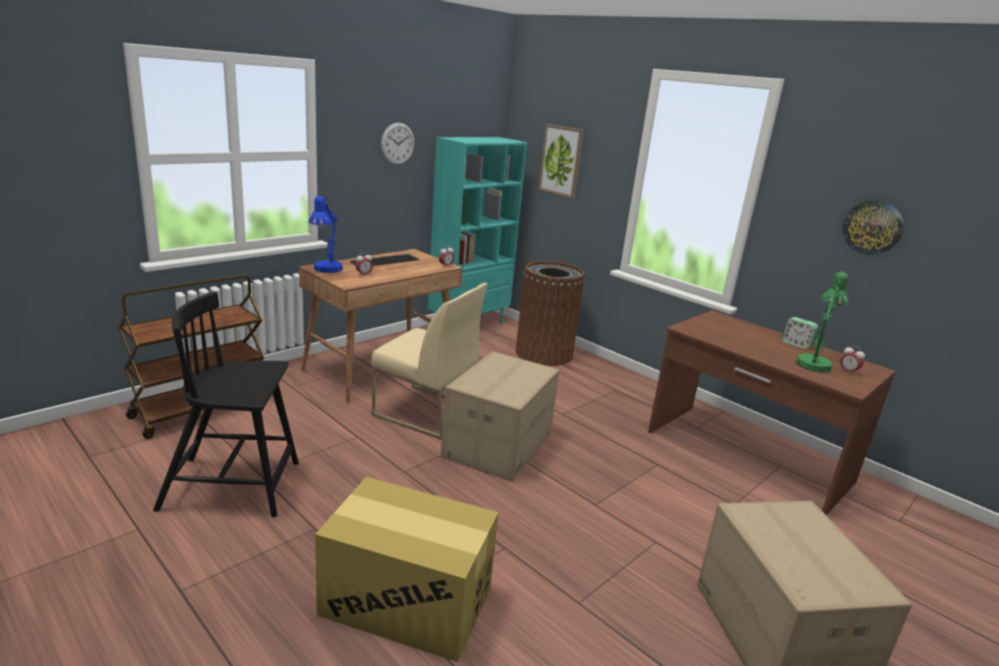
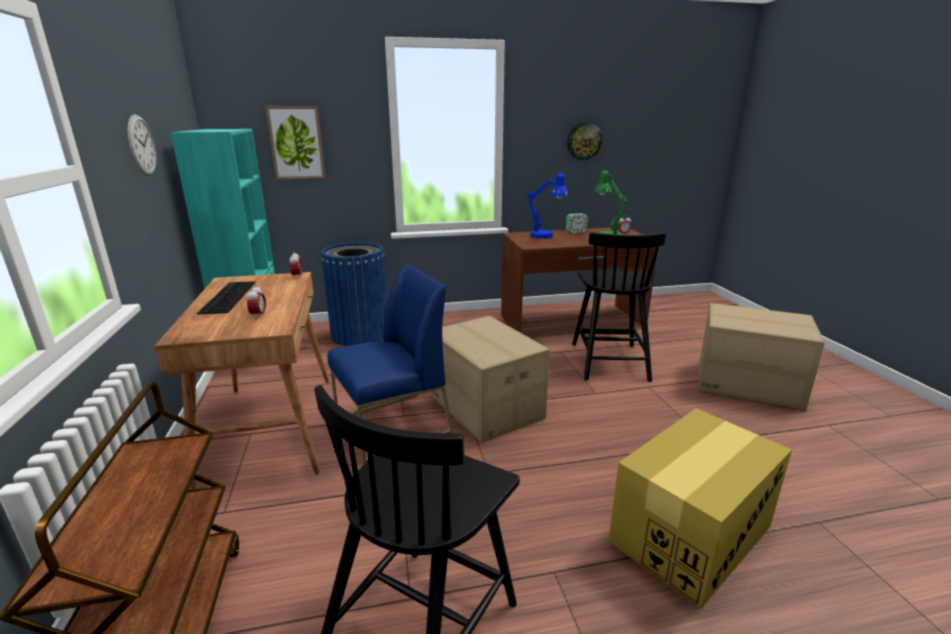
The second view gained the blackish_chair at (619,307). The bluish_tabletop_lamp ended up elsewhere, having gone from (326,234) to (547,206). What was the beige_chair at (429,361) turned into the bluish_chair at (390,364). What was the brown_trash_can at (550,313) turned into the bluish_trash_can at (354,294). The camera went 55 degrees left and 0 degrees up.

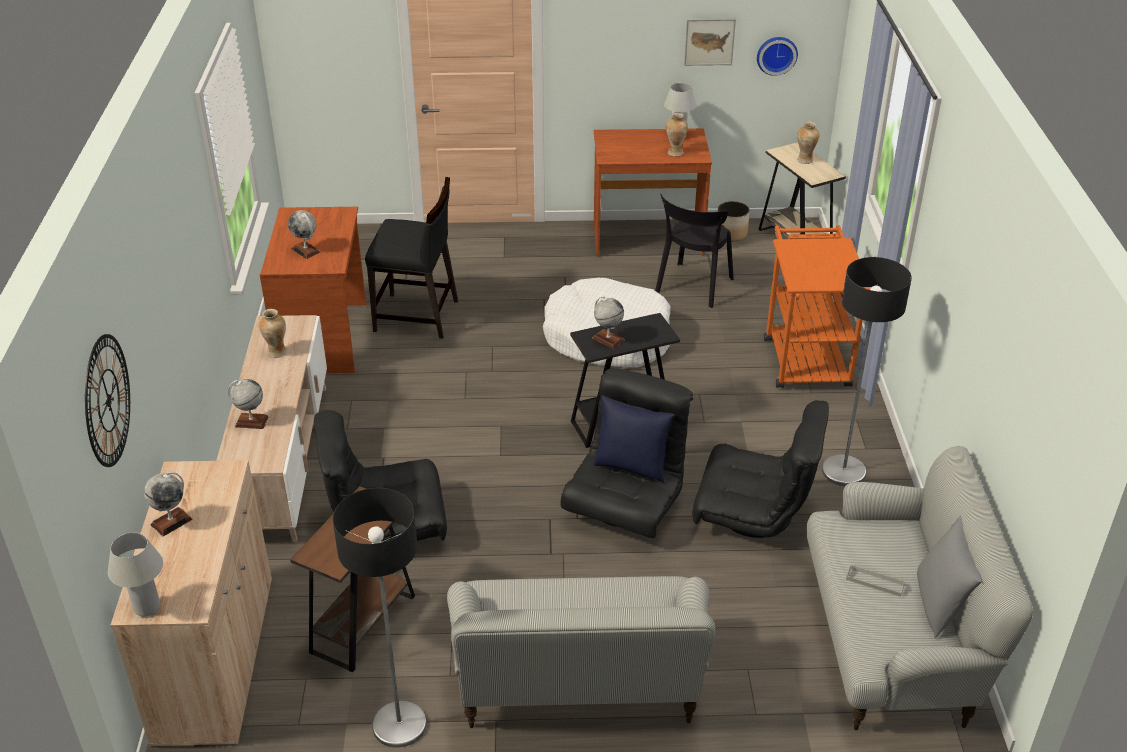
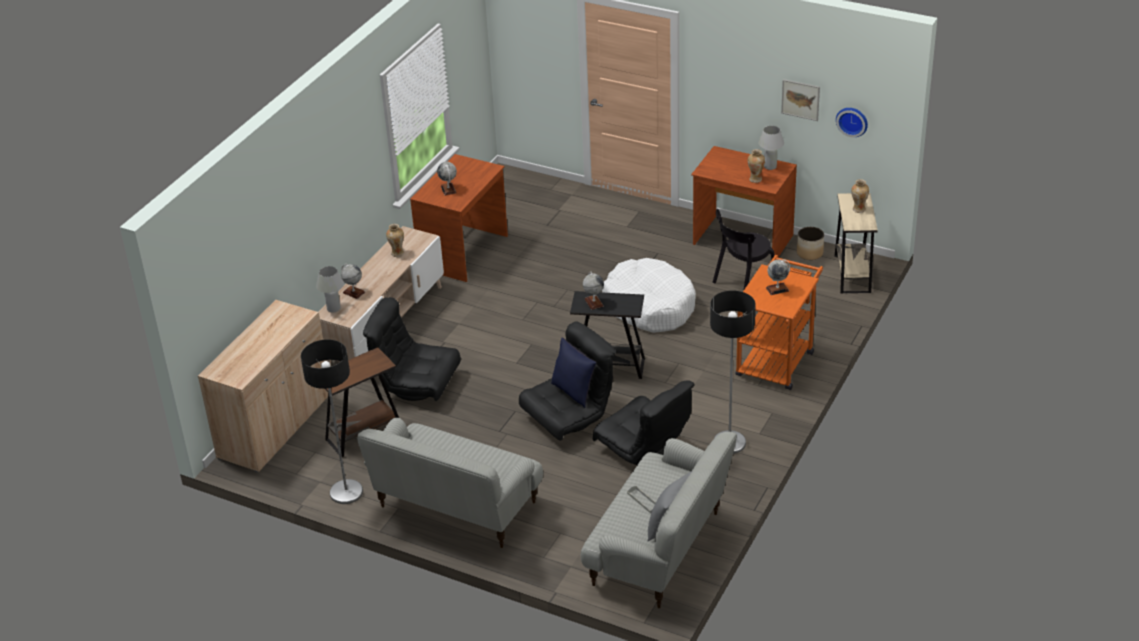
The second view lost the clock_on_the_wall at (107,400). The second view lost the blackish_chair at (411,258). The whitish_tabletop_lamp ended up elsewhere, having gone from (135,574) to (330,289). The desk_globe ended up elsewhere, having gone from (168,504) to (778,277). The camera went 30 degrees right and 0 degrees up.

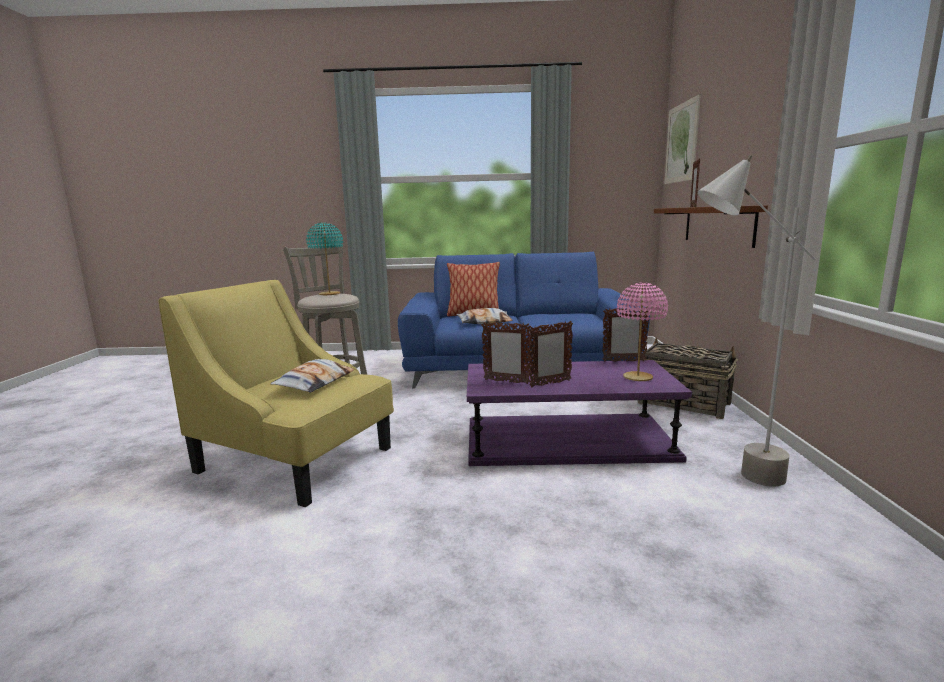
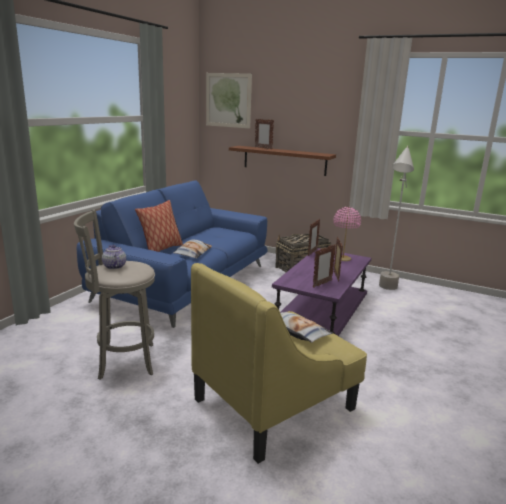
Where the turquoise_tabletop_lamp stood at (324,258), the pot_for_tea came to stand at (114,257). The camera went 65 degrees left and 5 degrees up.

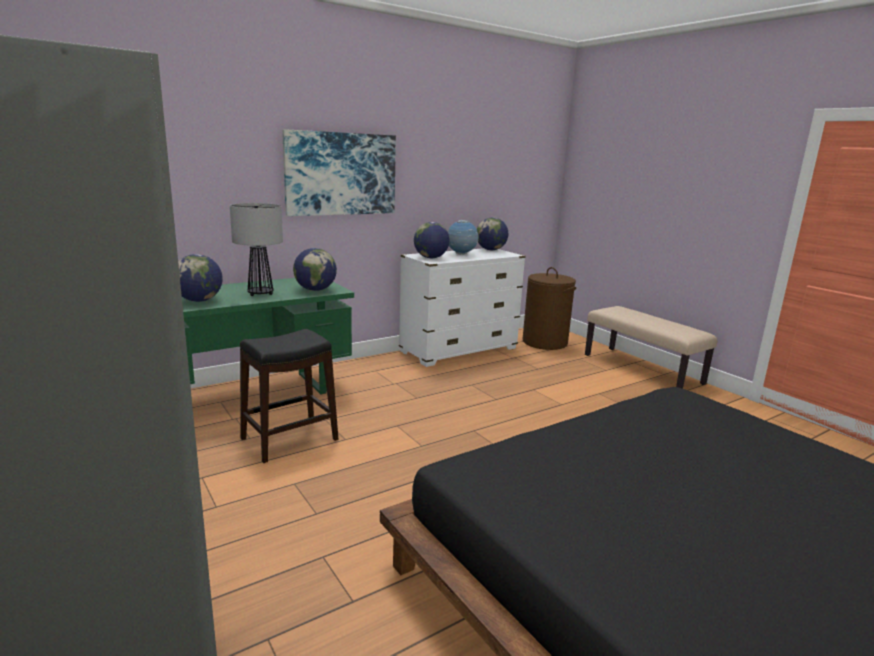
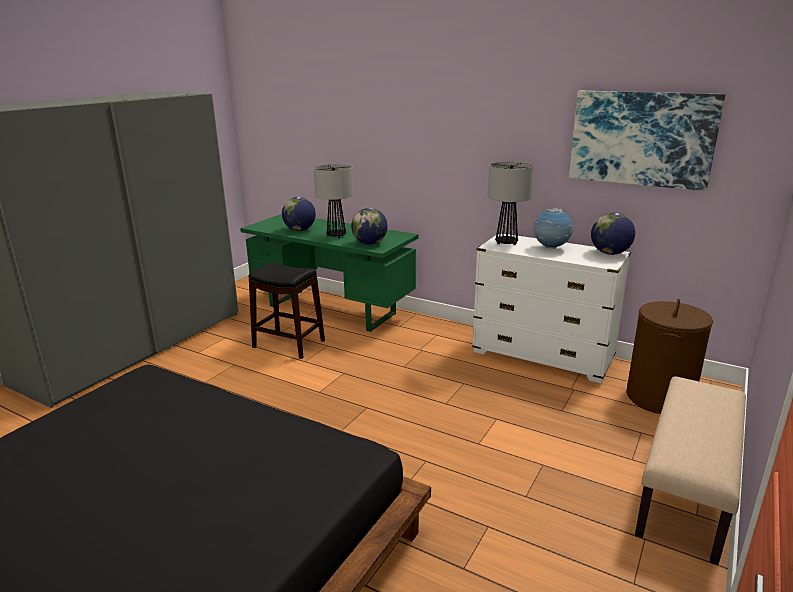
The wall_picture ended up elsewhere, having gone from (339,172) to (647,141). Where the desk_globe stood at (432,240), the tabletop_lamp came to stand at (511,203). The camera went 65 degrees right and 5 degrees up.

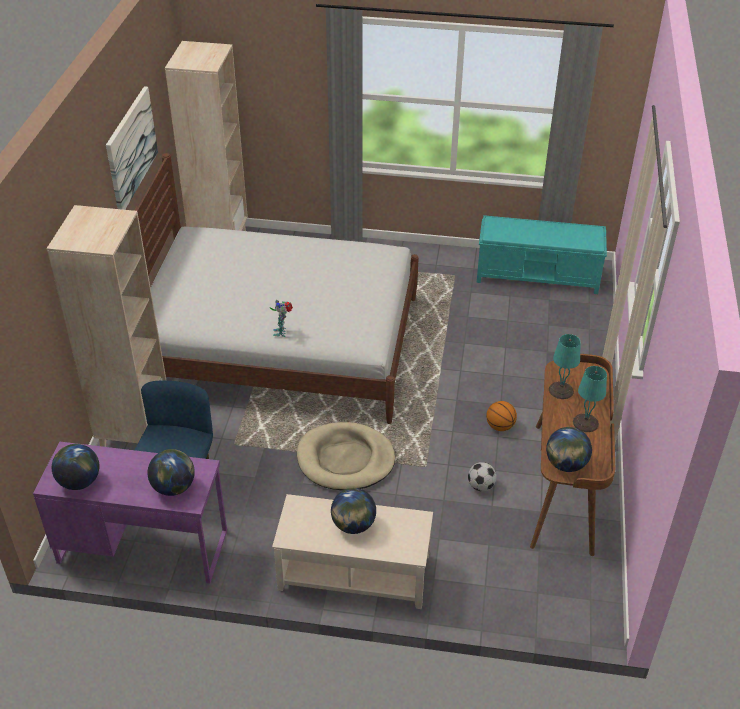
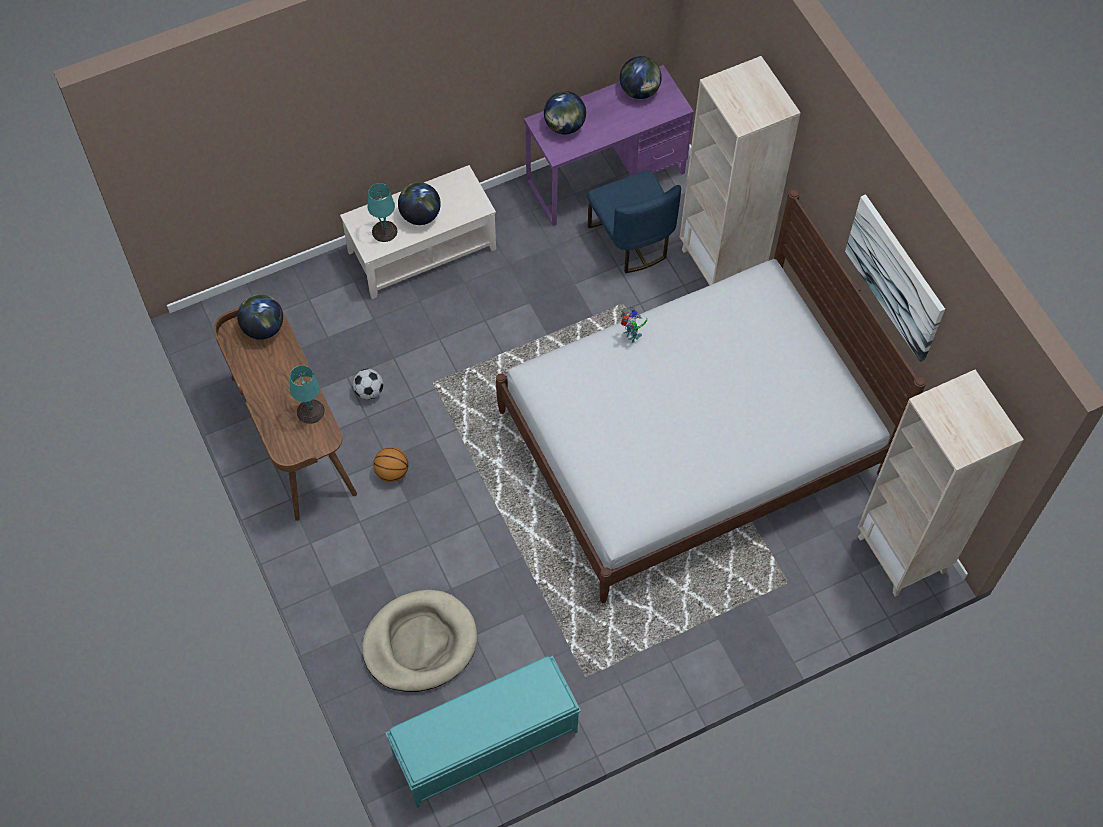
The beige_pet_bed ended up elsewhere, having gone from (346,456) to (419,641). The turquoise_tabletop_lamp ended up elsewhere, having gone from (590,399) to (383,212). The camera went 145 degrees right and 20 degrees up.

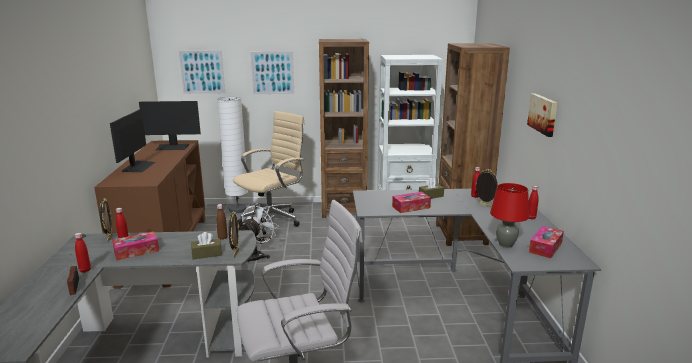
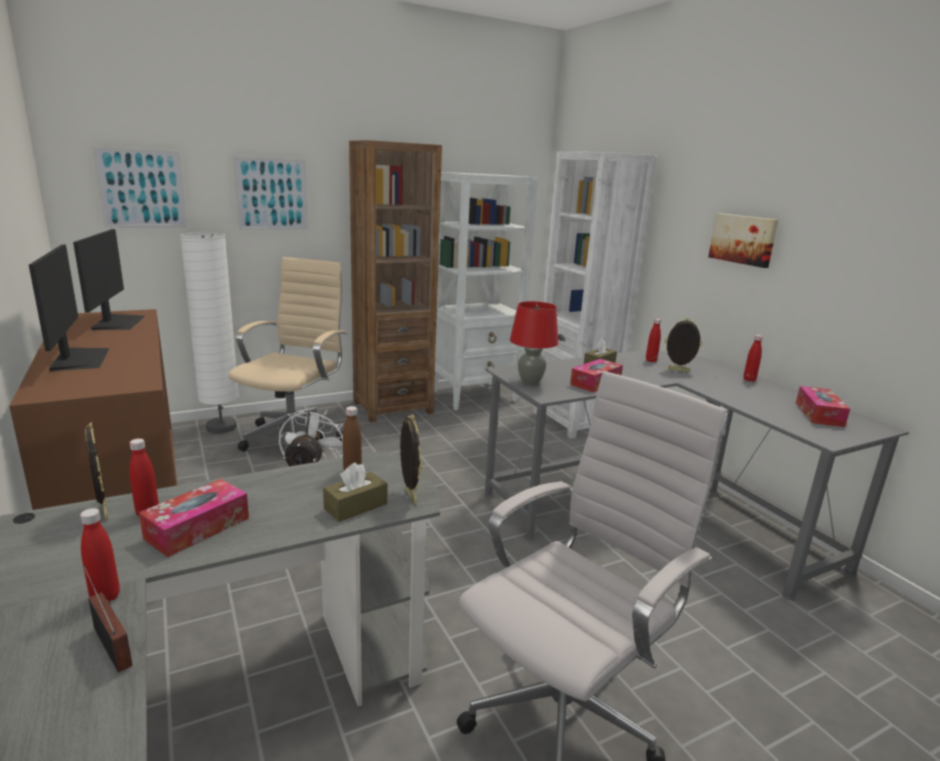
The reddish_tabletop_lamp ended up elsewhere, having gone from (509,215) to (534,343). What was the brown_shelving_unit at (473,144) turned into the whitish_shelving_unit at (594,295). The computer_display at (170,125) ended up facing another way, 75 degrees counterclockwise from before. The camera went 25 degrees left and 0 degrees up.

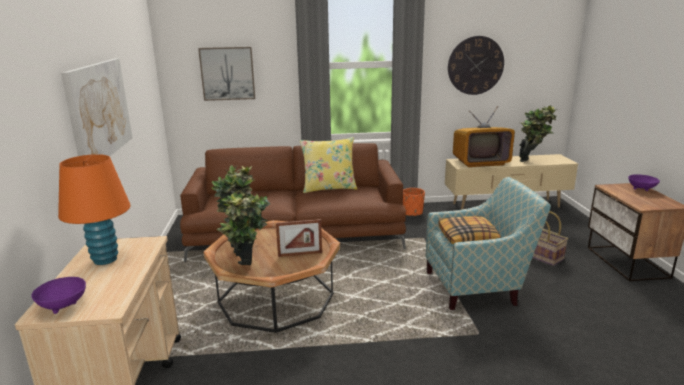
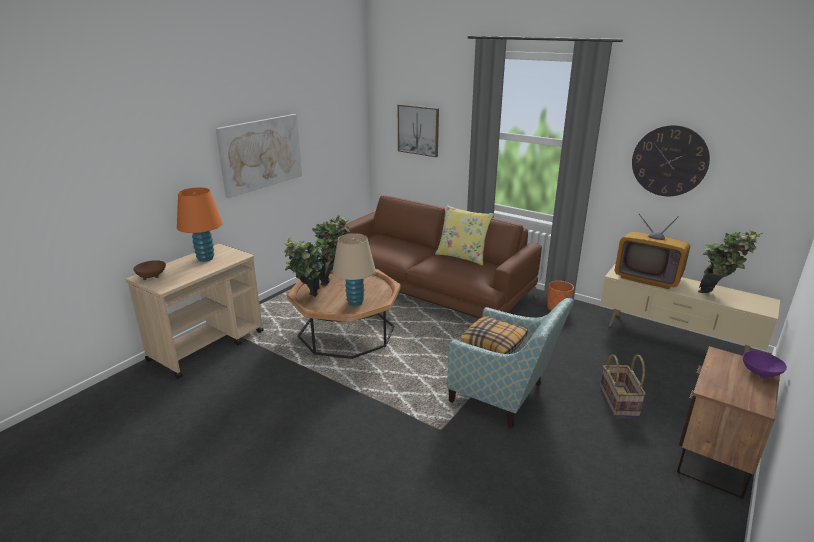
Where the standing_frame stood at (299,238), the beige_tabletop_lamp came to stand at (354,269). What was the purple_bowl at (59,295) turned into the brown_bowl at (149,270). The camera went 40 degrees right and 5 degrees up.

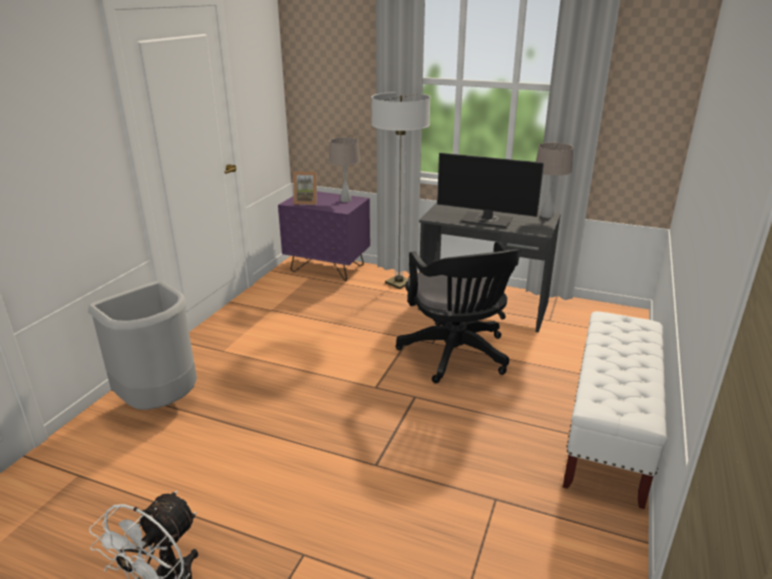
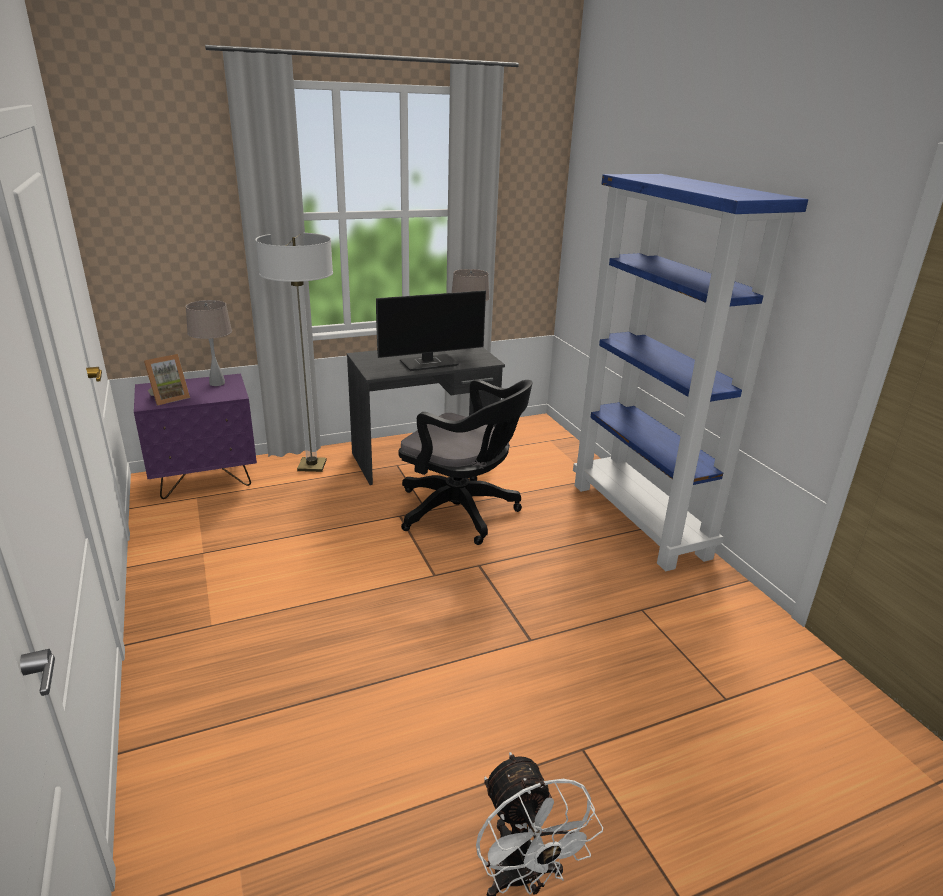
The second view lost the grey_trash_can at (142,345). Where the whitish_bench stood at (615,410), the bluish_shelving_unit came to stand at (690,372). The camera went 45 degrees left and 0 degrees up.

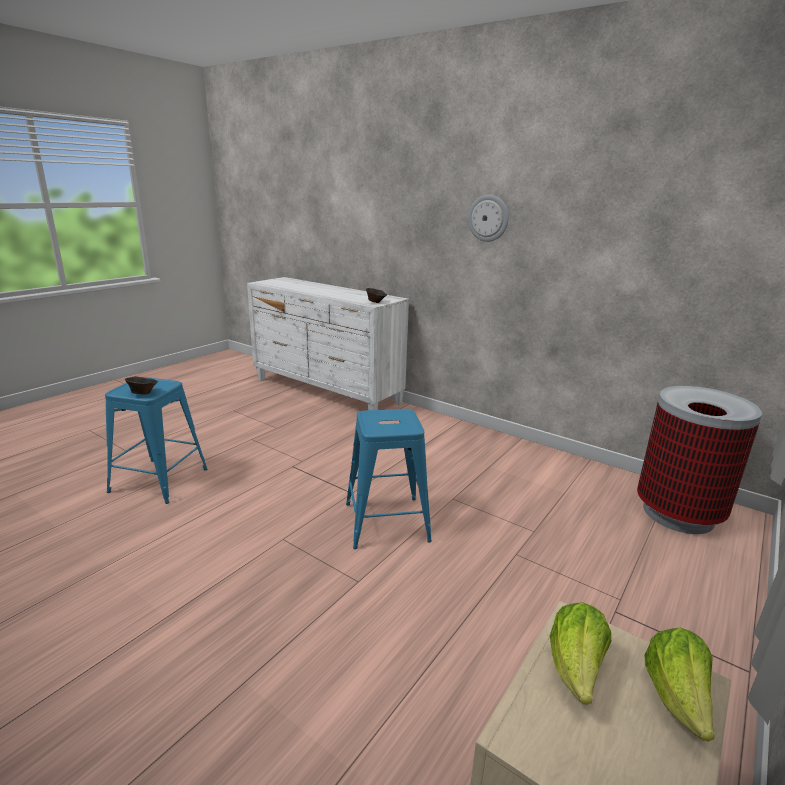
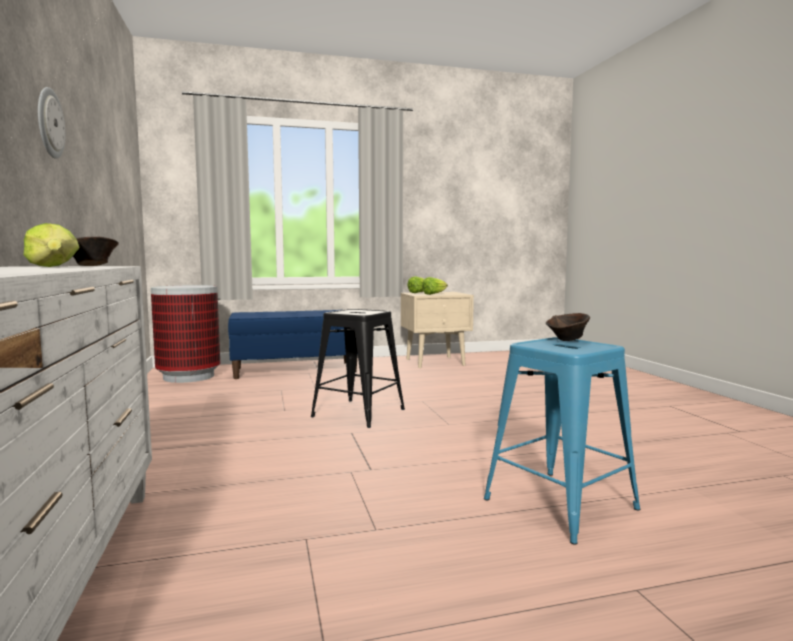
The second view gained the head_of_lettuce at (51,245). The second view gained the bluish_bench at (293,344). What was the bluish_sitting_stool at (389,479) turned into the blackish_sitting_stool at (358,368). The camera went 140 degrees left and 15 degrees down.

